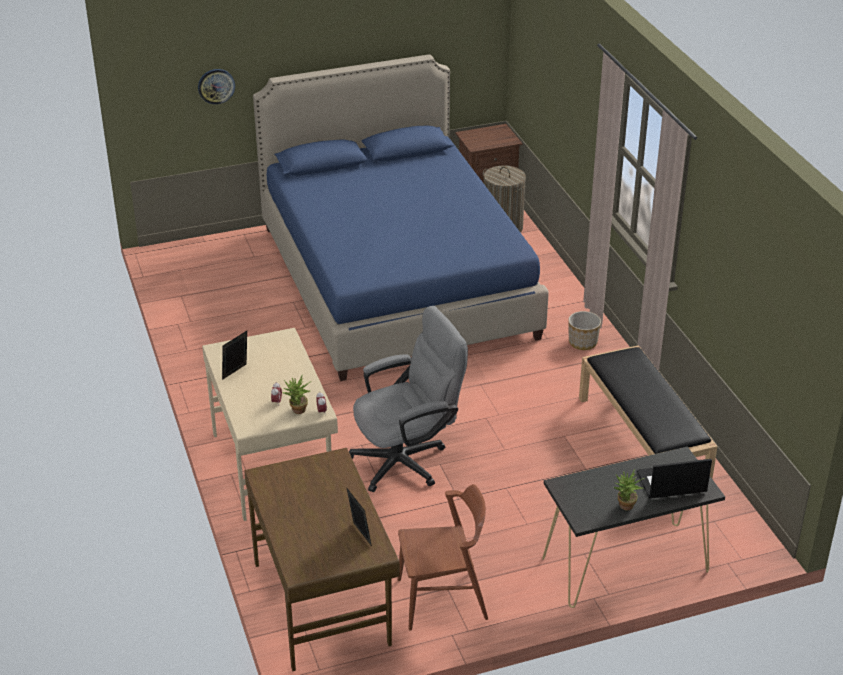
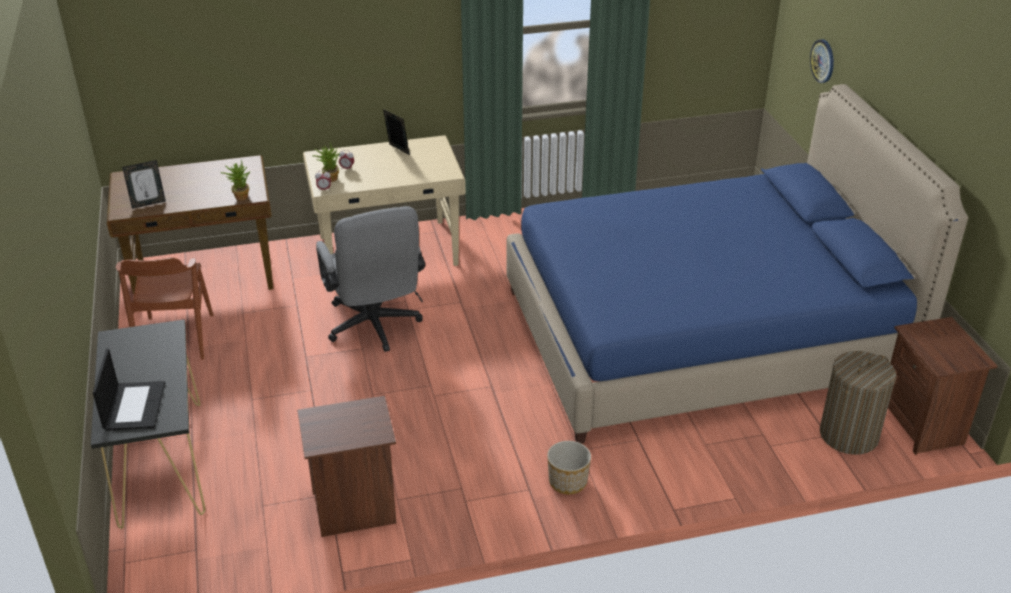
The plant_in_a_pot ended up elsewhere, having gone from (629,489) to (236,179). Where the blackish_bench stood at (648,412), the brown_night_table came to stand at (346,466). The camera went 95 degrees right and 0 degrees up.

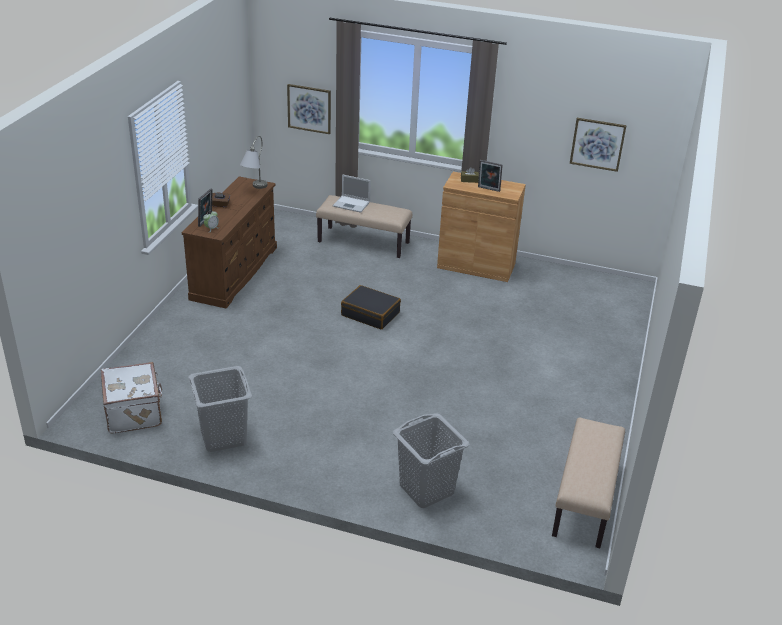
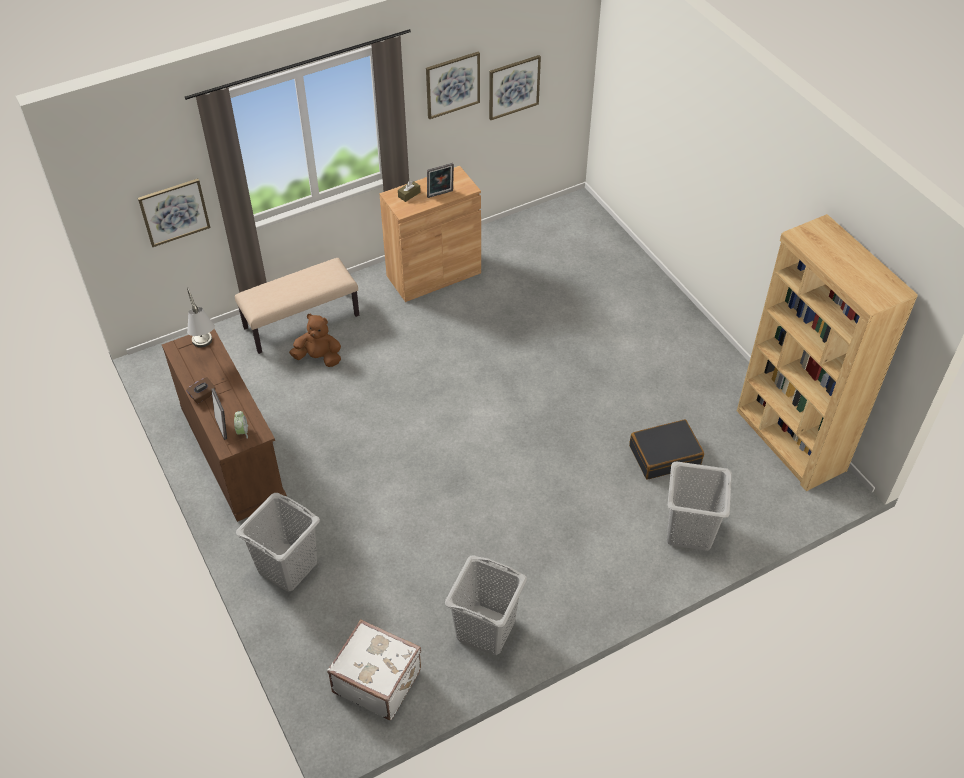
The second view lost the notebook_computer at (352,193). The second view gained the grey_hamper at (278,542). The second view gained the brown_plush_toy at (315,340). The second view gained the wall_picture at (453,85). The blackish_suitcase ended up elsewhere, having gone from (371,307) to (666,449). Where the beige_bench stood at (588,483), the brown_shelving_unit came to stand at (827,353). The camera went 45 degrees left and 15 degrees up.

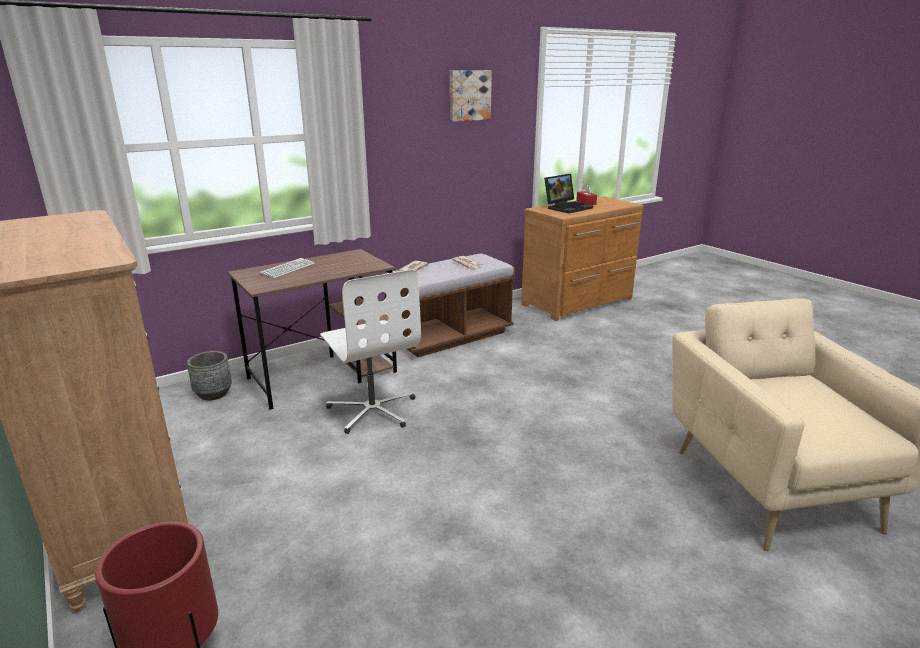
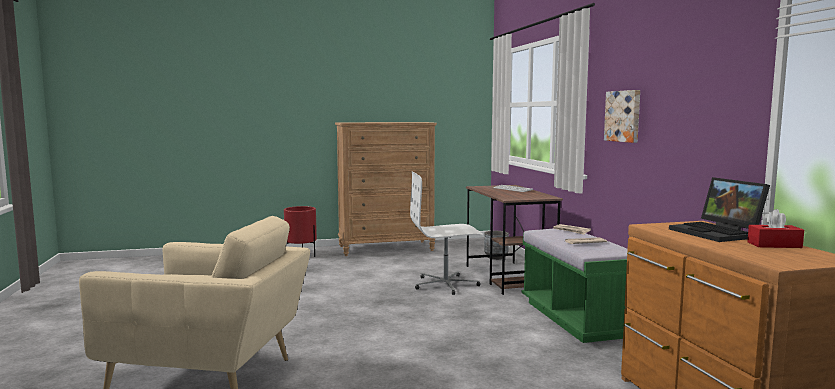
The wall_picture ended up elsewhere, having gone from (471,96) to (622,116). What was the brown_bench at (450,305) turned into the green-coloured_bench at (574,286). The camera went 110 degrees right and 15 degrees down.

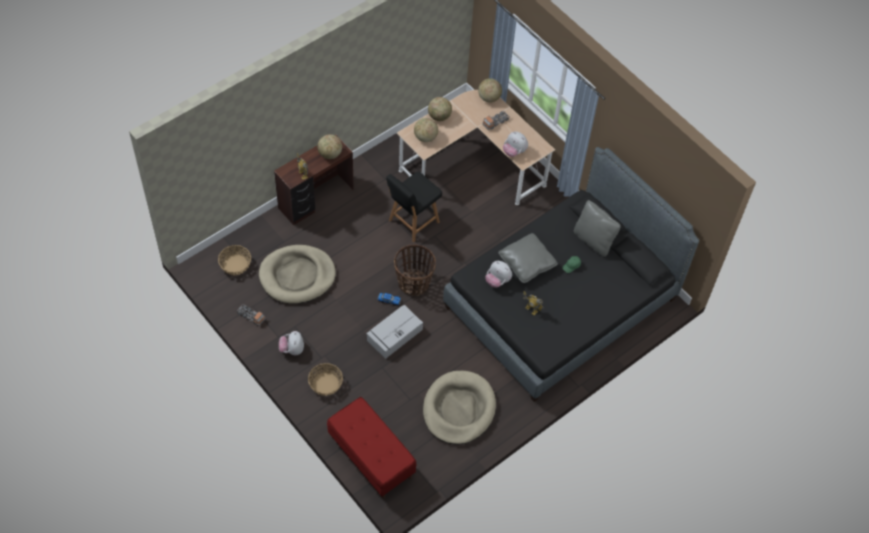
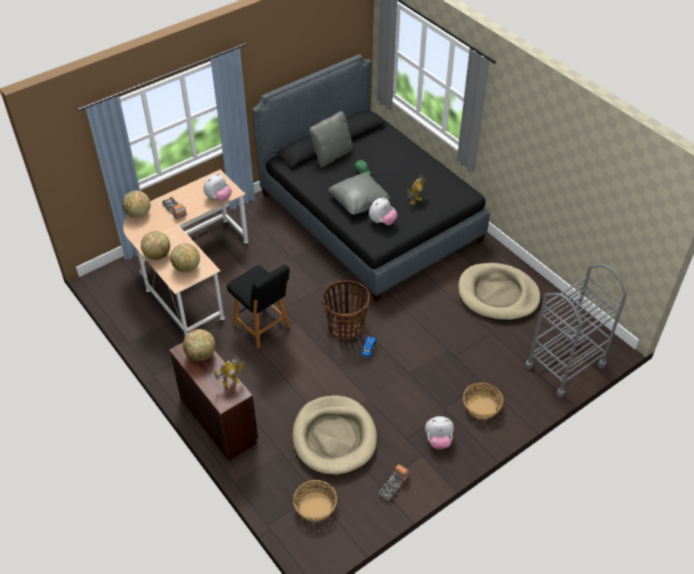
The second view lost the grey_storage_bin at (394,332). Where the reddish_bench stood at (371,448), the grey_wheeled_cart came to stand at (575,331). The camera went 85 degrees left and 10 degrees down.

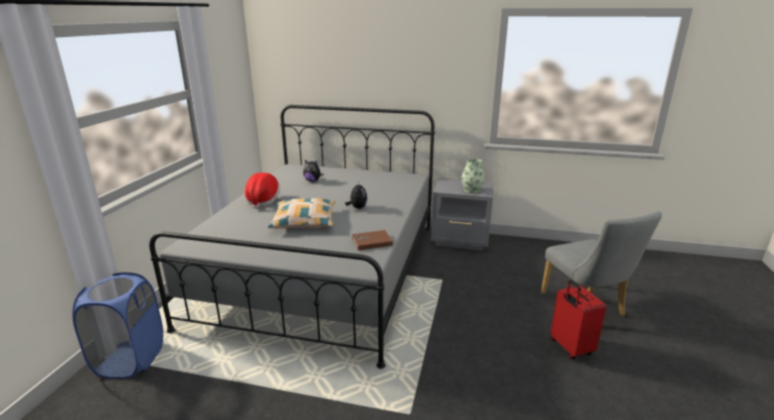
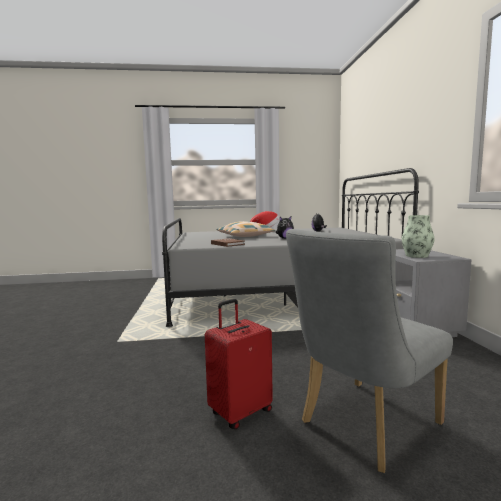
The second view lost the bluish_hamper at (117,325). The camera went 70 degrees right and 15 degrees down.

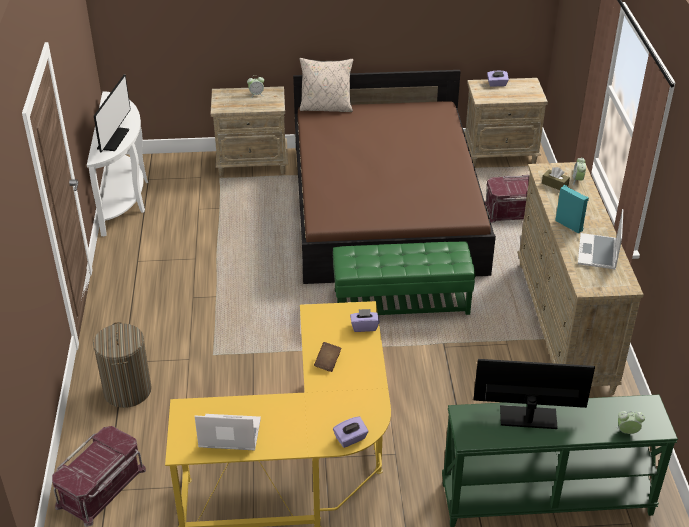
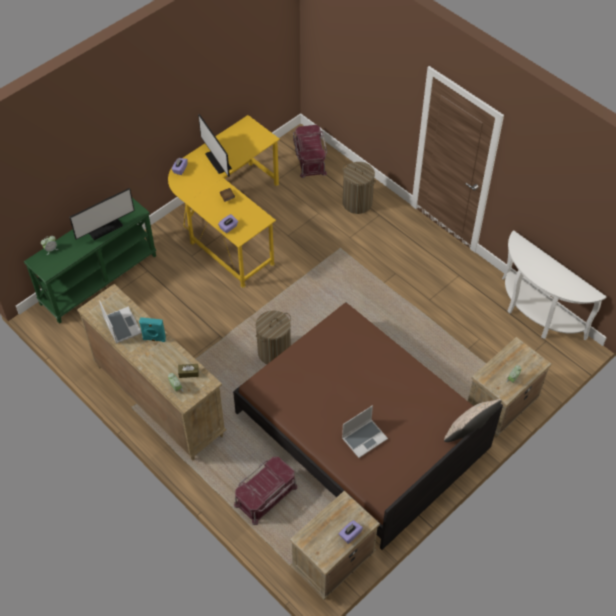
The computer_display ended up elsewhere, having gone from (112,113) to (215,145). The notebook_computer ended up elsewhere, having gone from (228,432) to (365,431). Where the green-coloured_pouffe stood at (404,278), the hamper came to stand at (273,337). The camera went 140 degrees right and 15 degrees up.

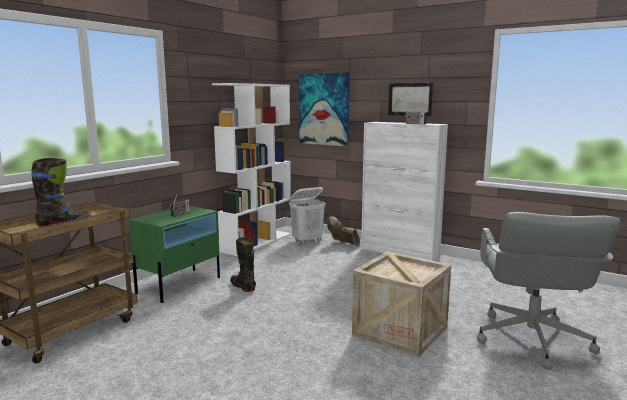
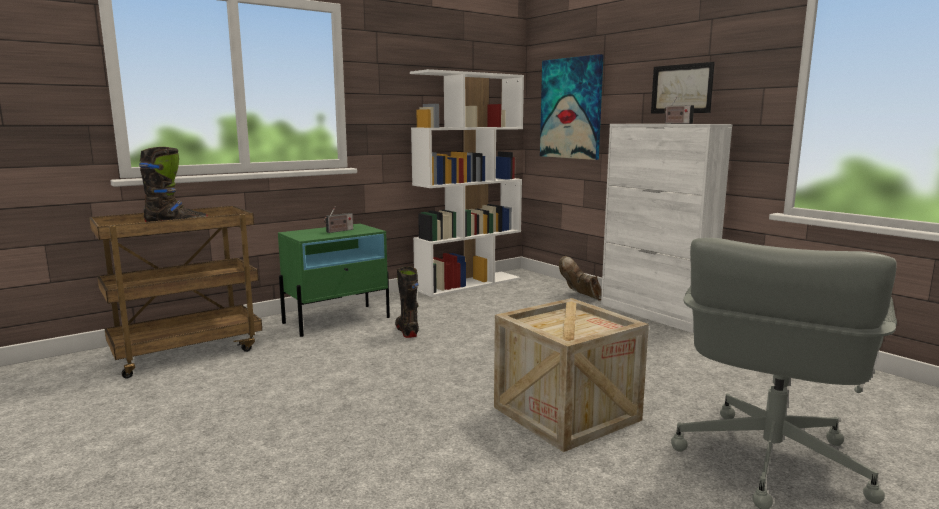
The second view lost the whitish_hamper at (307,215). The camera went 20 degrees right and 0 degrees up.

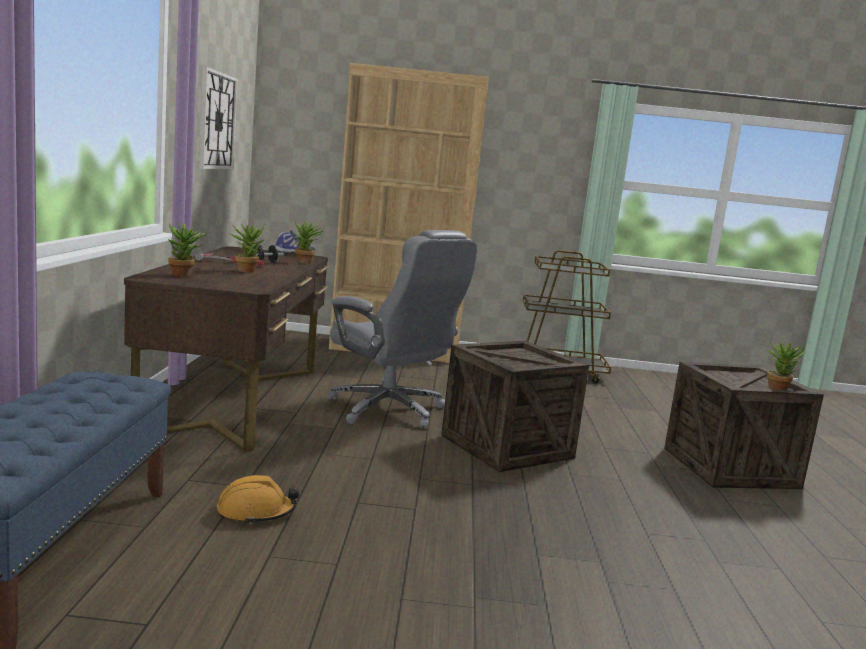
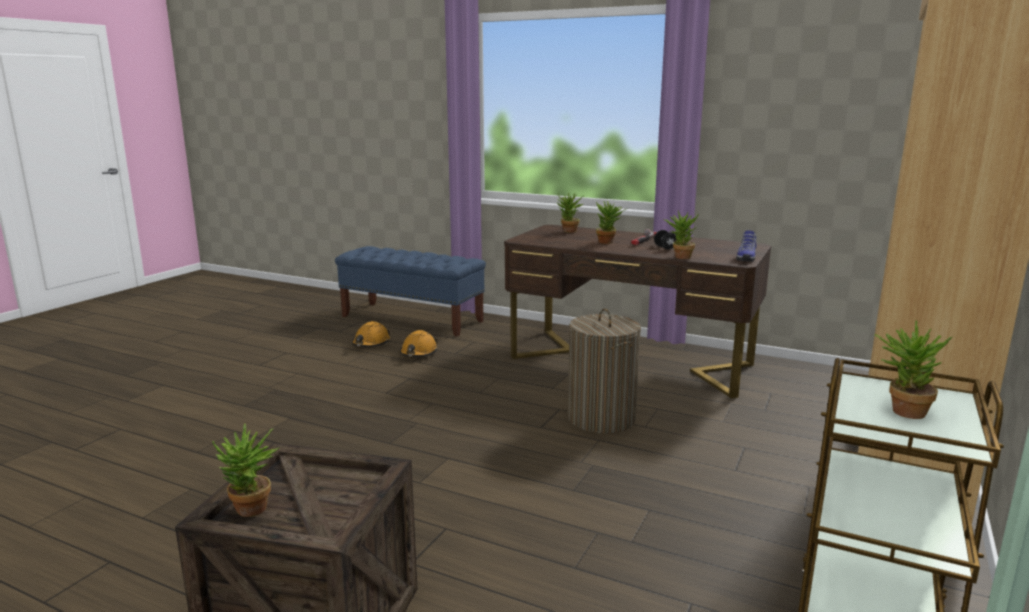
The second view lost the clock_on_the_wall at (218,117). The second view lost the packing_crate at (515,406). The second view gained the orangey_safety_helmet at (371,334). The second view gained the plant_in_a_pot at (913,370). Where the grey_office_chair stood at (402,329), the hamper came to stand at (604,370). The camera went 115 degrees right and 5 degrees up.

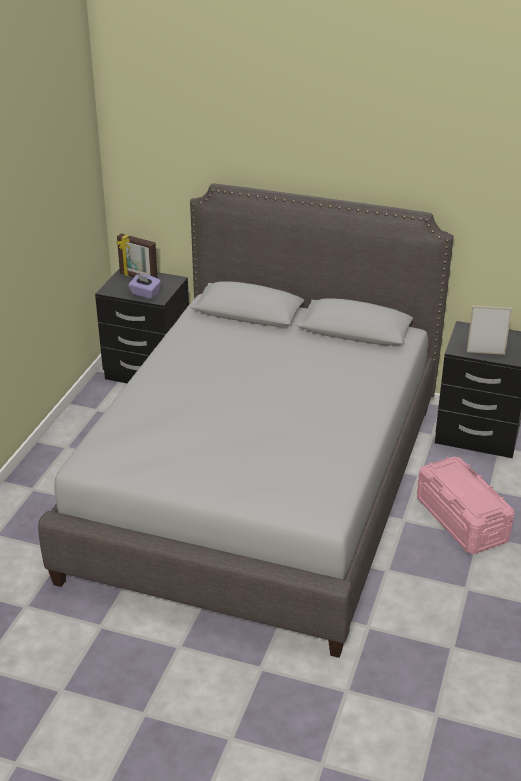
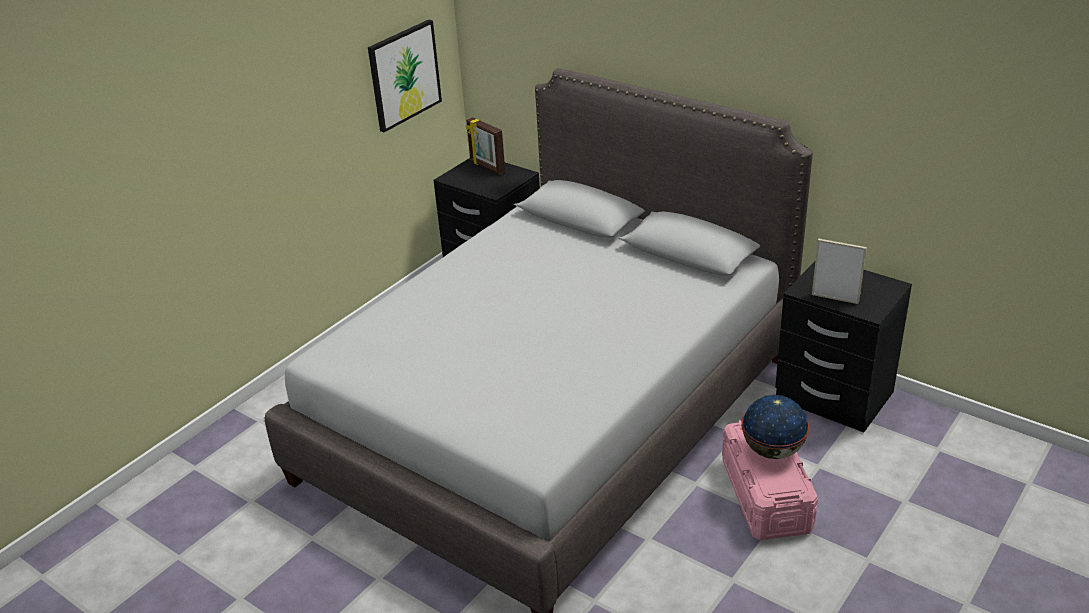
The second view lost the purple_tissue_box at (144,286). The second view gained the wall_picture at (405,76). The second view gained the desk_globe at (775,427). The camera went 20 degrees right and 0 degrees up.

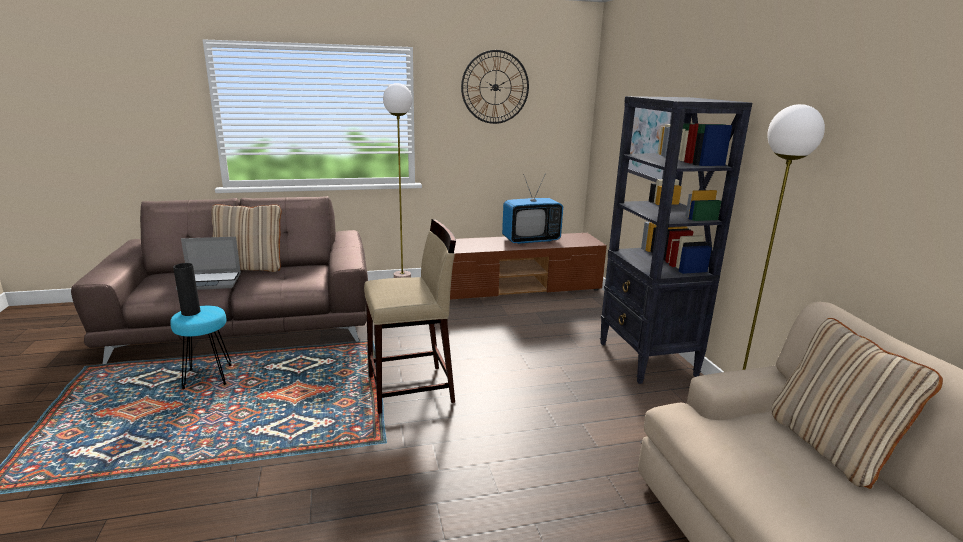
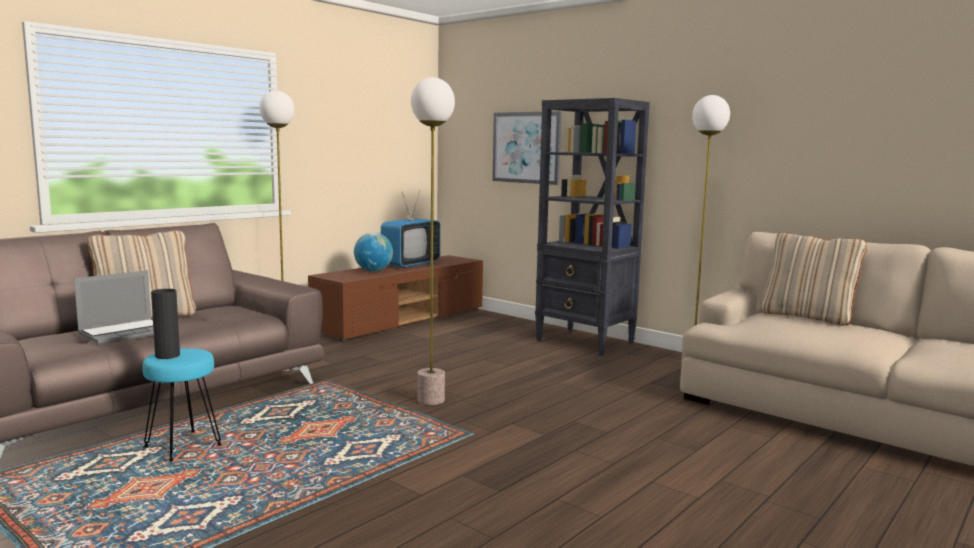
The second view lost the clock_on_the_wall at (495,87). The second view gained the desk_globe at (373,252). Where the beige_sitting_stool stood at (410,316), the standing_lamp came to stand at (433,241). The camera went 35 degrees left and 10 degrees down.

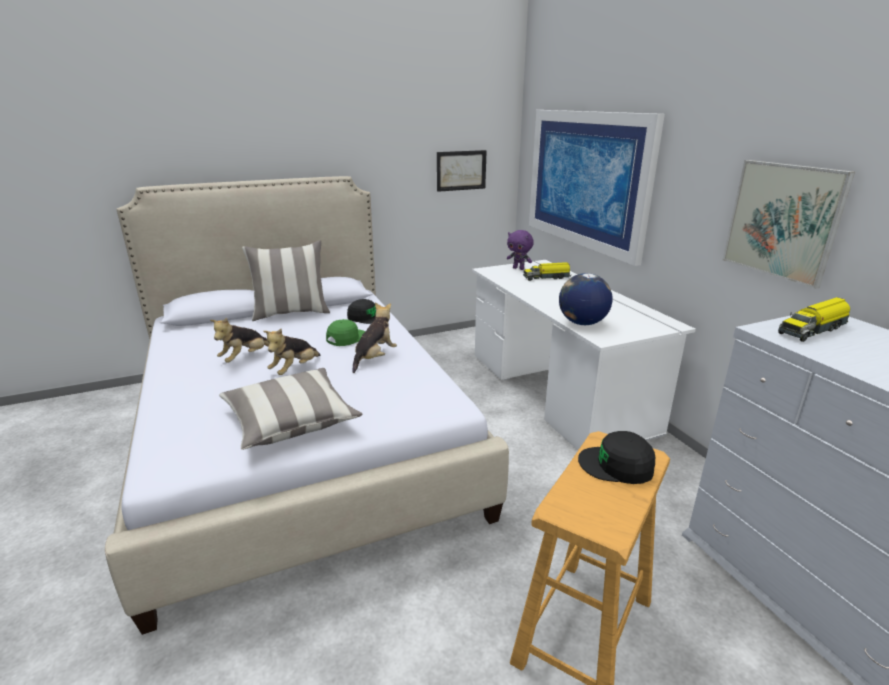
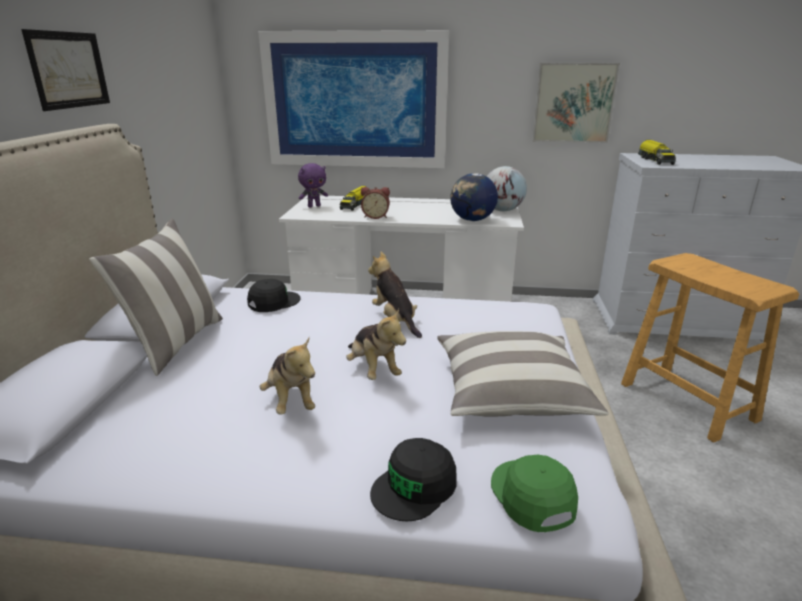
The second view gained the bedside_clock at (375,203). The second view gained the desk_globe at (507,188). The green-coloured_baseball_cap ended up elsewhere, having gone from (345,332) to (534,493). The wall_picture ended up elsewhere, having gone from (462,171) to (65,70). The blackish_baseball_cap ended up elsewhere, having gone from (616,457) to (413,479). The camera went 60 degrees left and 0 degrees up.

